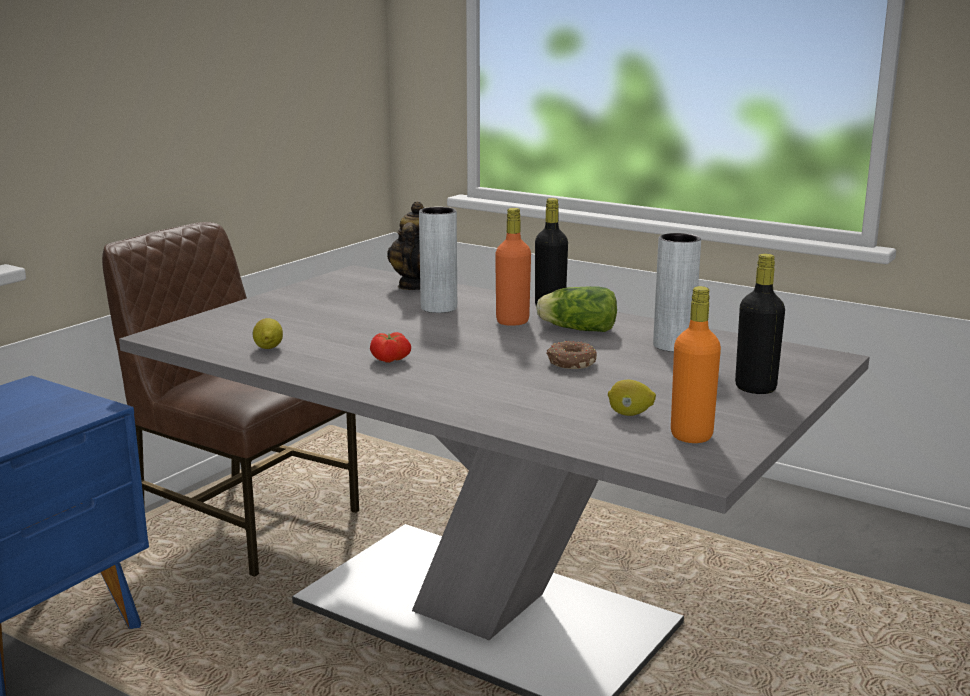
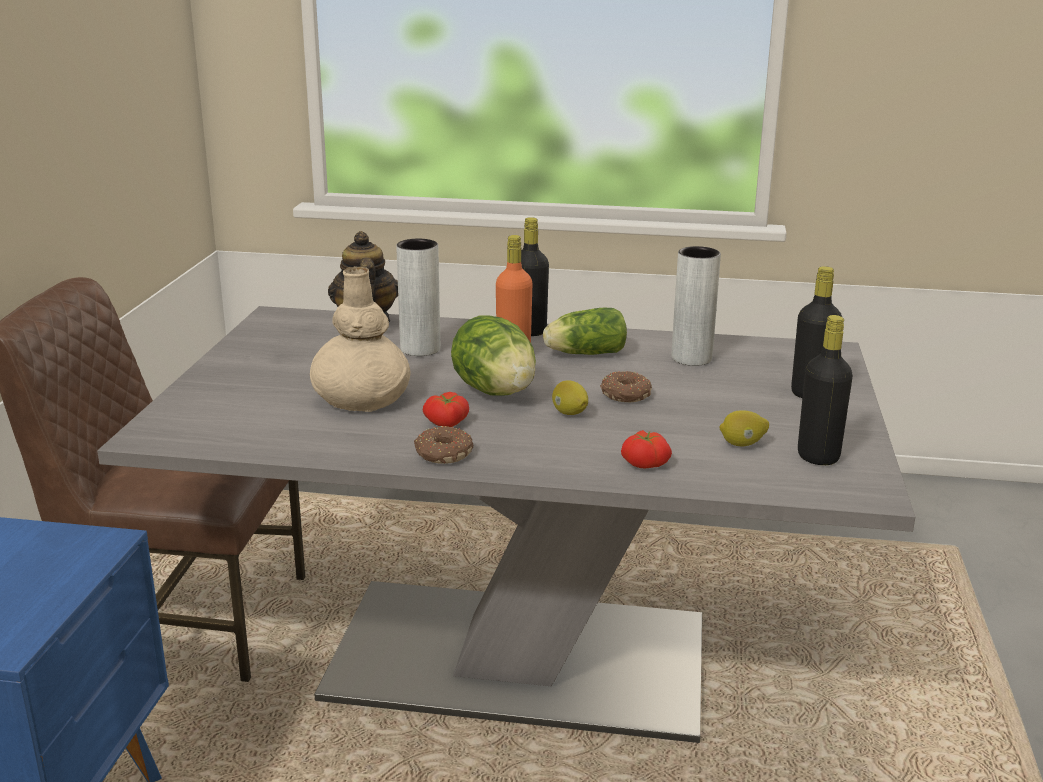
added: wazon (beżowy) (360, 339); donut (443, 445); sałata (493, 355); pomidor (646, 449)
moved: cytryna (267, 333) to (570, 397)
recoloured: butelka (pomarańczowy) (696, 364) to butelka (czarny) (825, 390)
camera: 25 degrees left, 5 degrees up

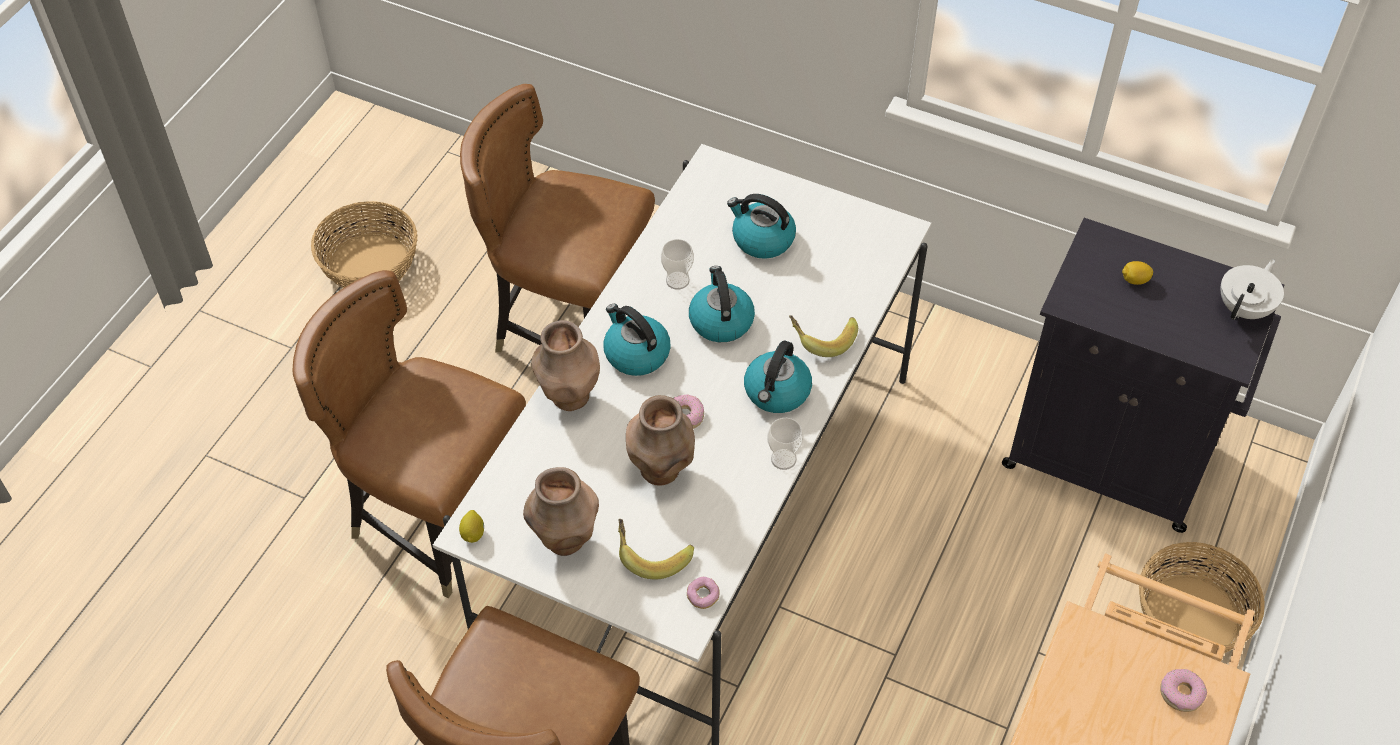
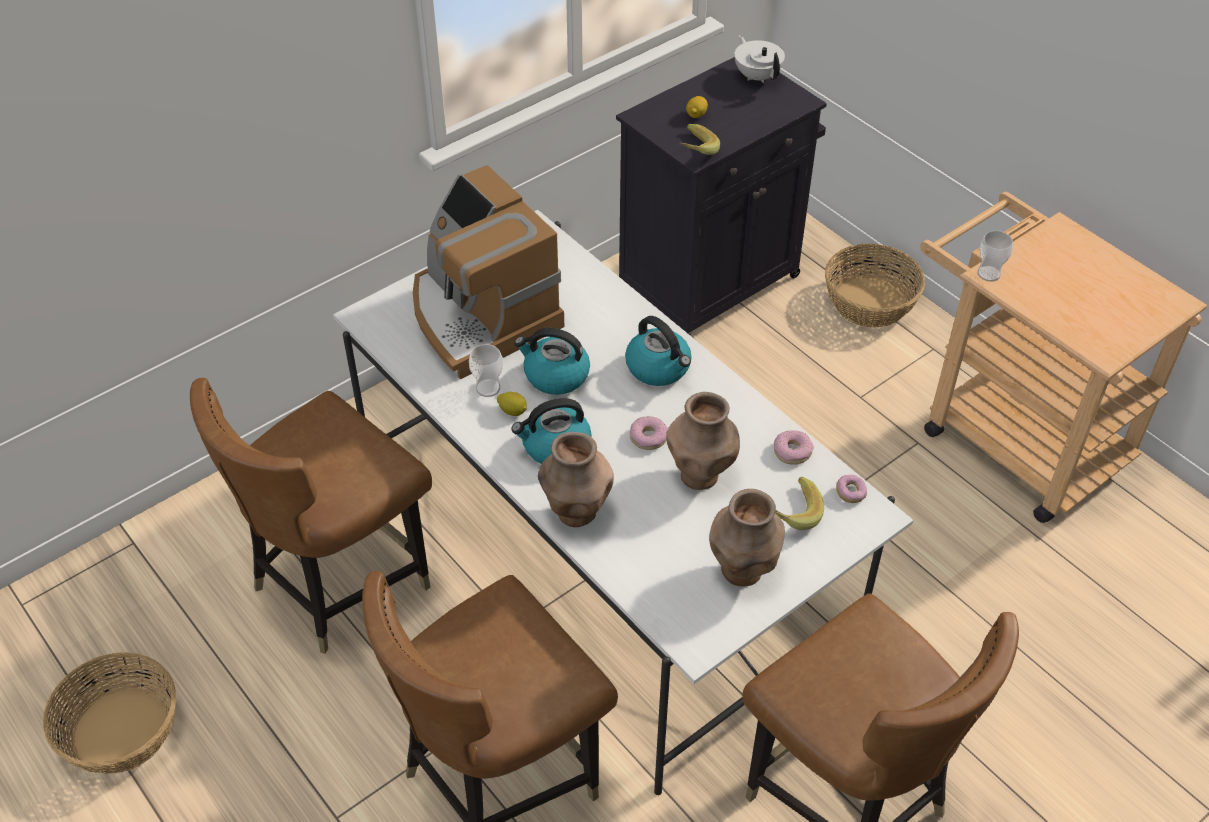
moved: cytryna (471, 526) to (512, 404); filiżanka (785, 444) to (995, 256); banan (823, 336) to (699, 139); donut (1183, 690) to (794, 447)
replaced: czajnik (761, 226) to ekspres do kawy (488, 272)
camera: 65 degrees left, 5 degrees down

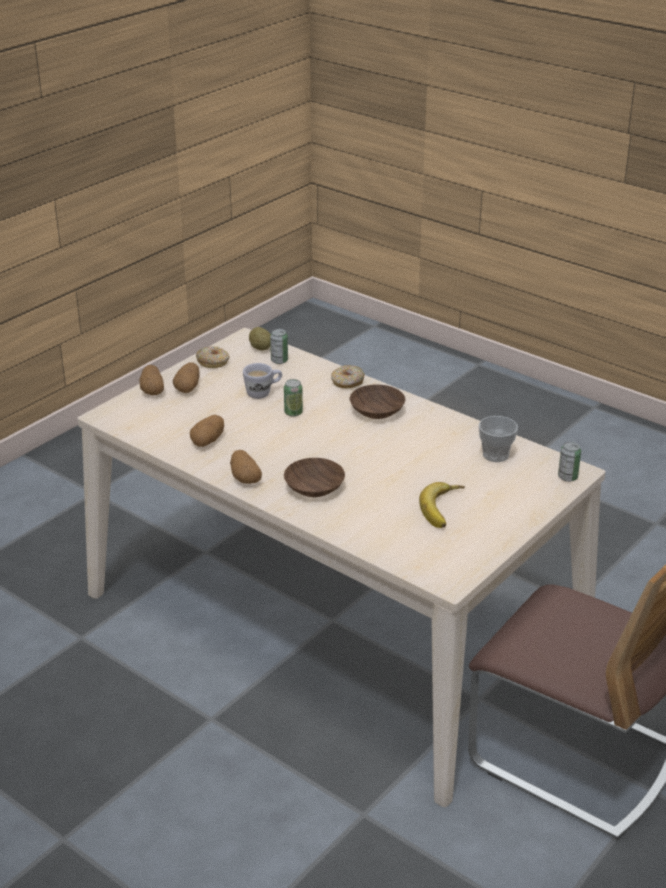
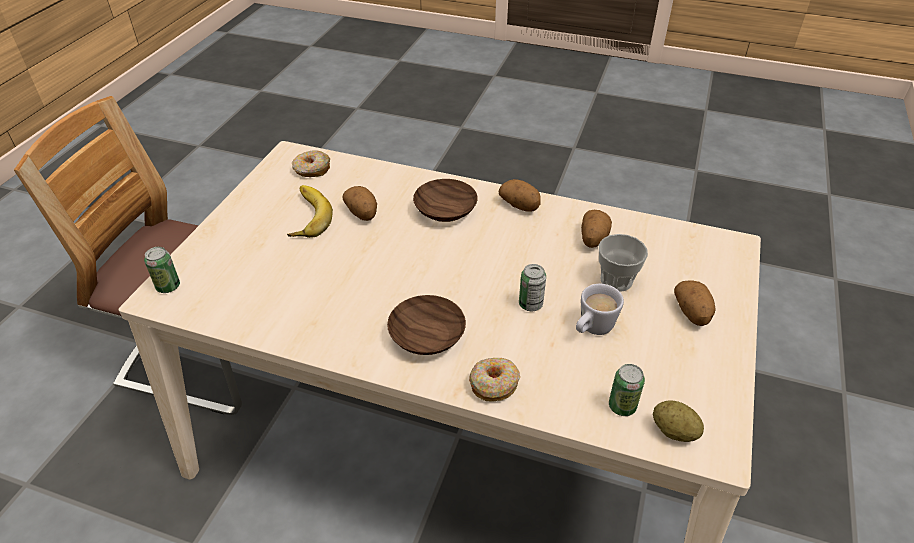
moved: ziemniak (151, 380) to (360, 203); donut (212, 357) to (311, 163); filiżanka (498, 439) to (623, 263)
camera: 160 degrees right, 10 degrees up

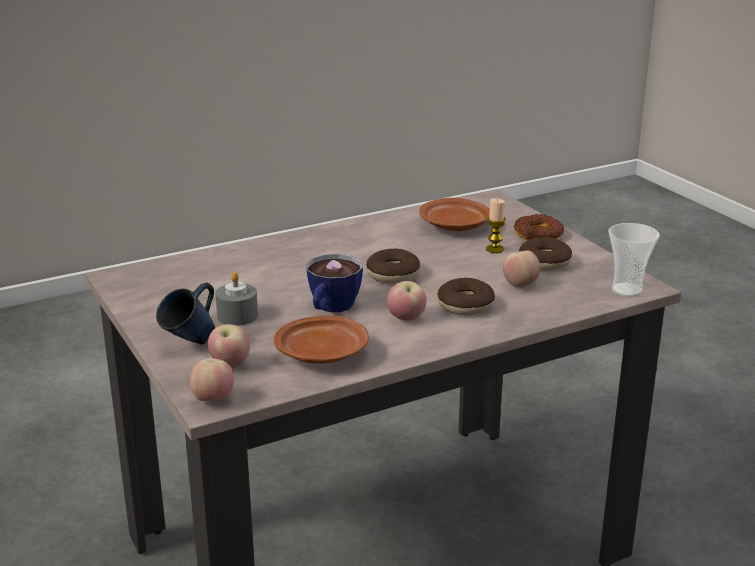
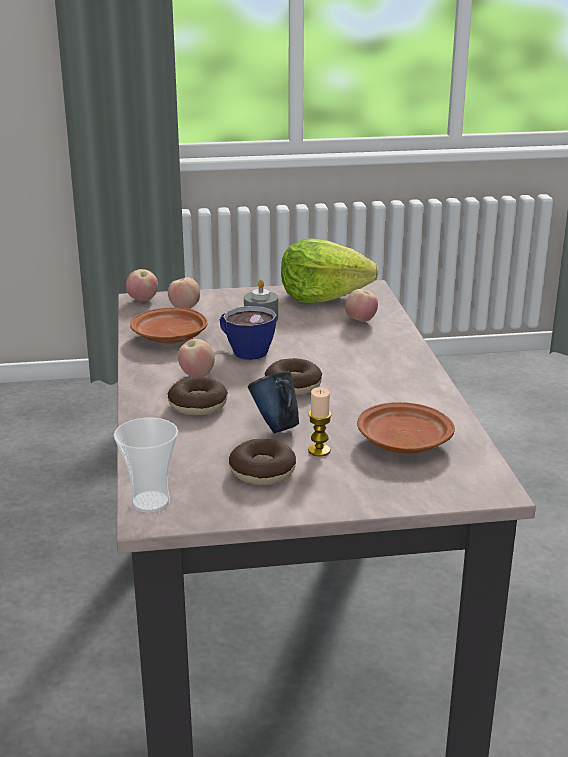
removed: donut (539, 227)
added: sałata (330, 271)
moved: kubek (niebieski) (185, 313) to (273, 402); jabłko (521, 269) to (361, 305)
camera: 110 degrees right, 0 degrees up

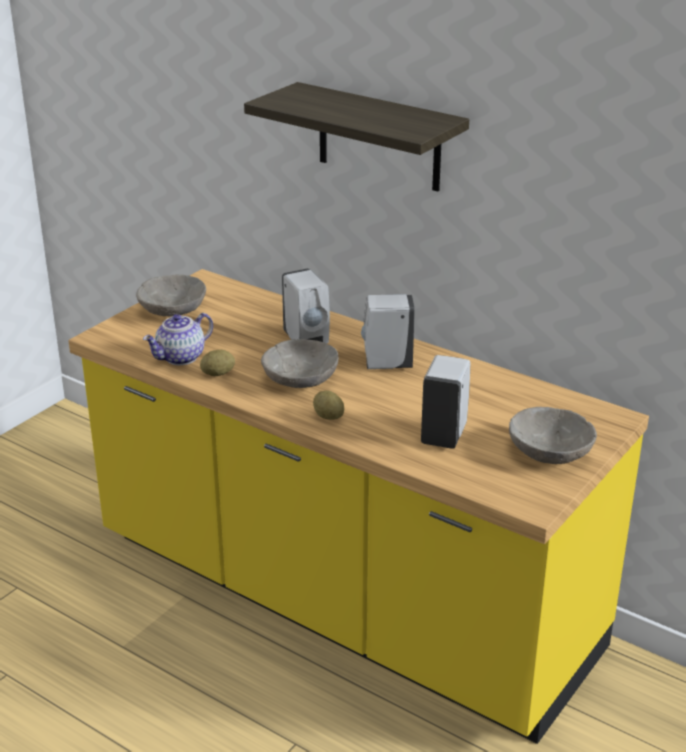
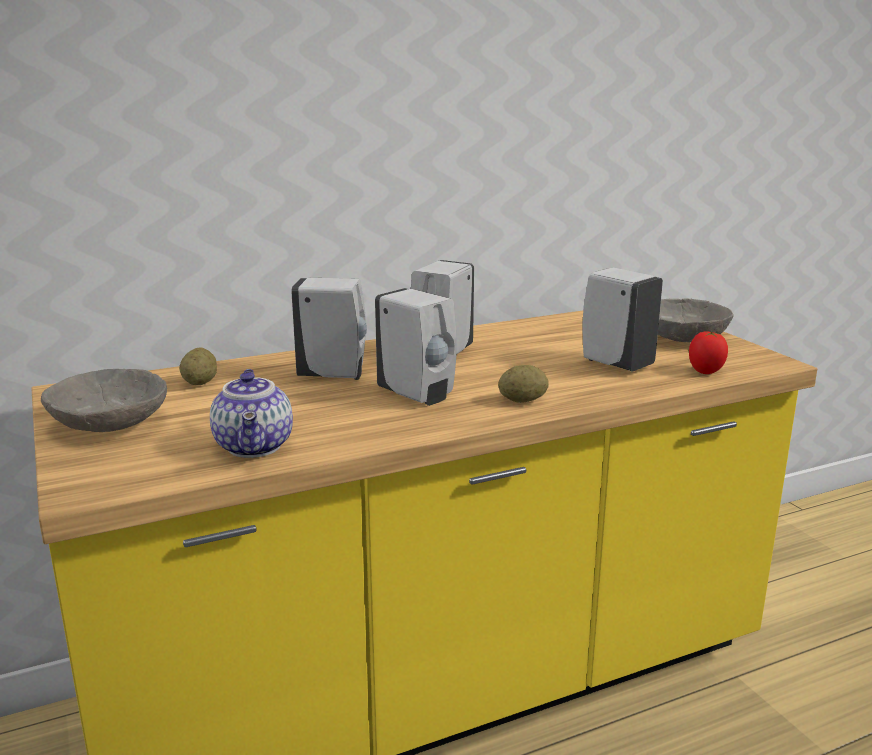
removed: półka (356, 136)
added: pomidor (708, 353)
moved: ziemniak (217, 363) to (198, 366)
replaced: miska (szary) (300, 363) to dozownik mydła (biały) (416, 347)
camera: 60 degrees left, 10 degrees down

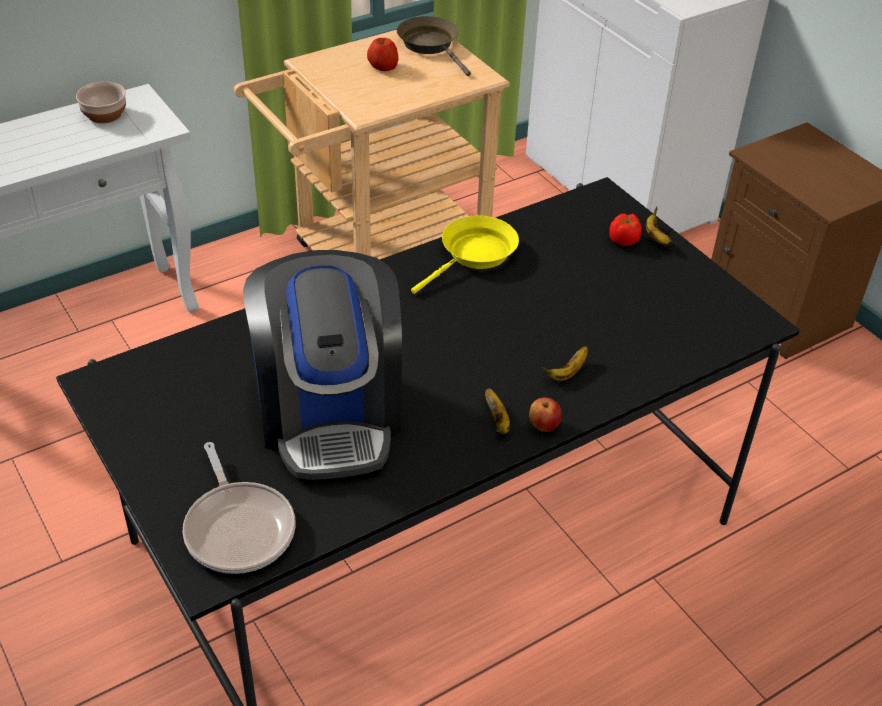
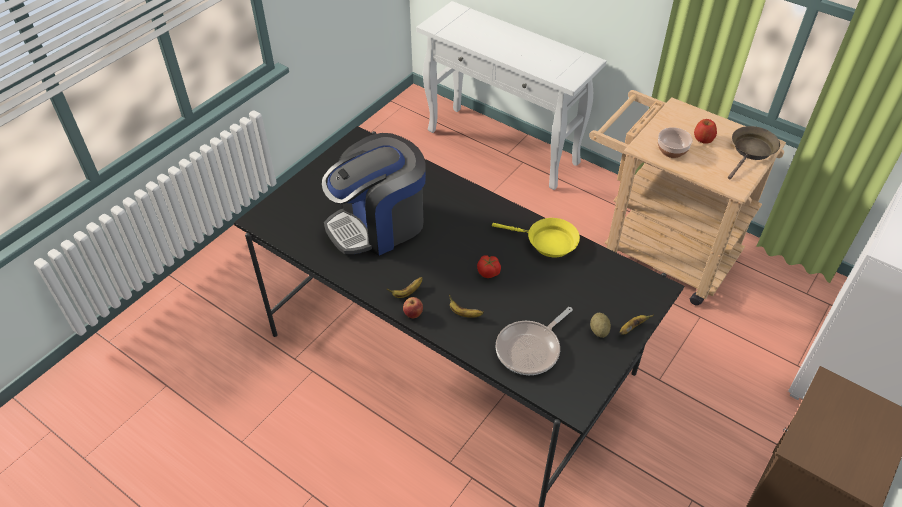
added: ziemniak (600, 325)
moved: miska (101, 102) to (675, 142); patelnia (239, 508) to (534, 341); pomidor (625, 229) to (489, 266)
camera: 70 degrees right, 5 degrees up

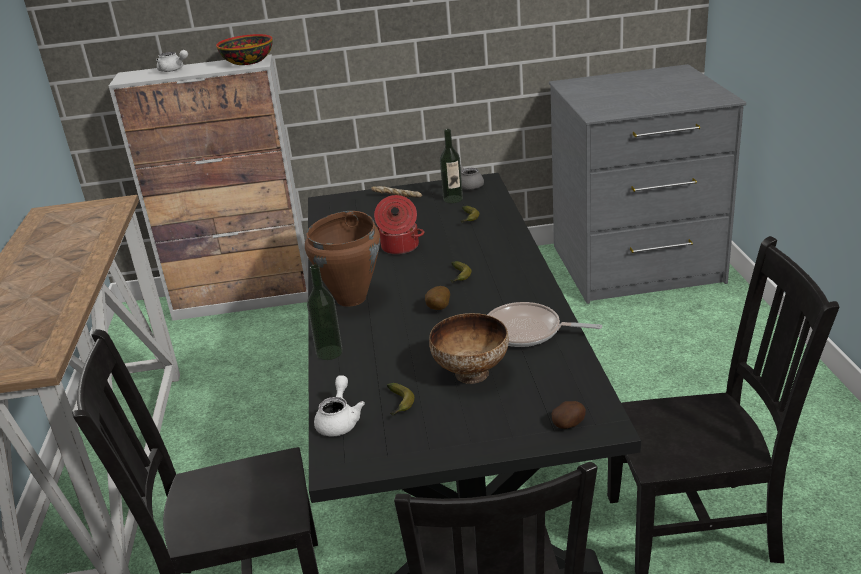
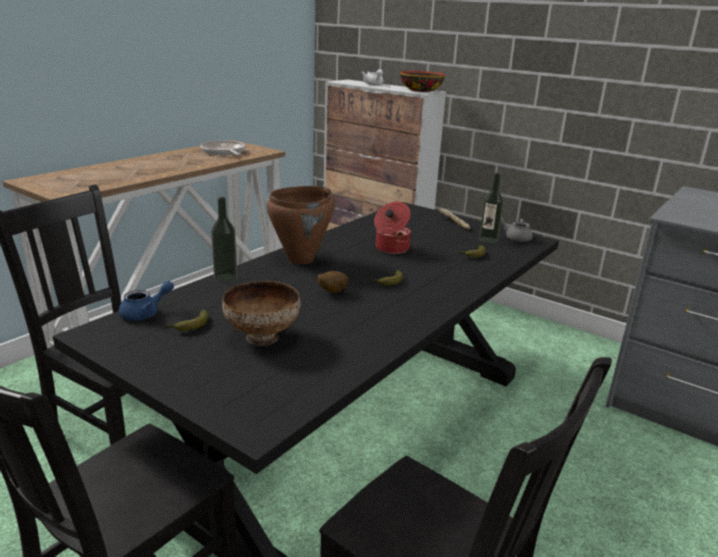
removed: ziemniak (569, 415)
moved: patelnia (544, 324) to (223, 148)
recoloured: imbryk (biały) (339, 406) to imbryk (niebieski) (146, 301)
camera: 40 degrees right, 5 degrees down

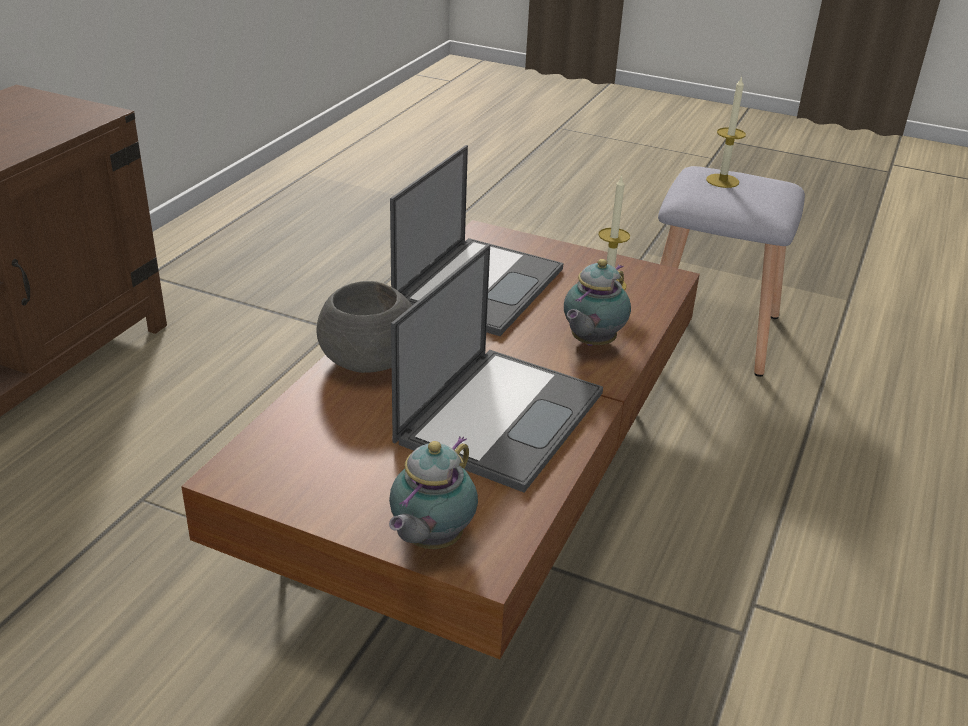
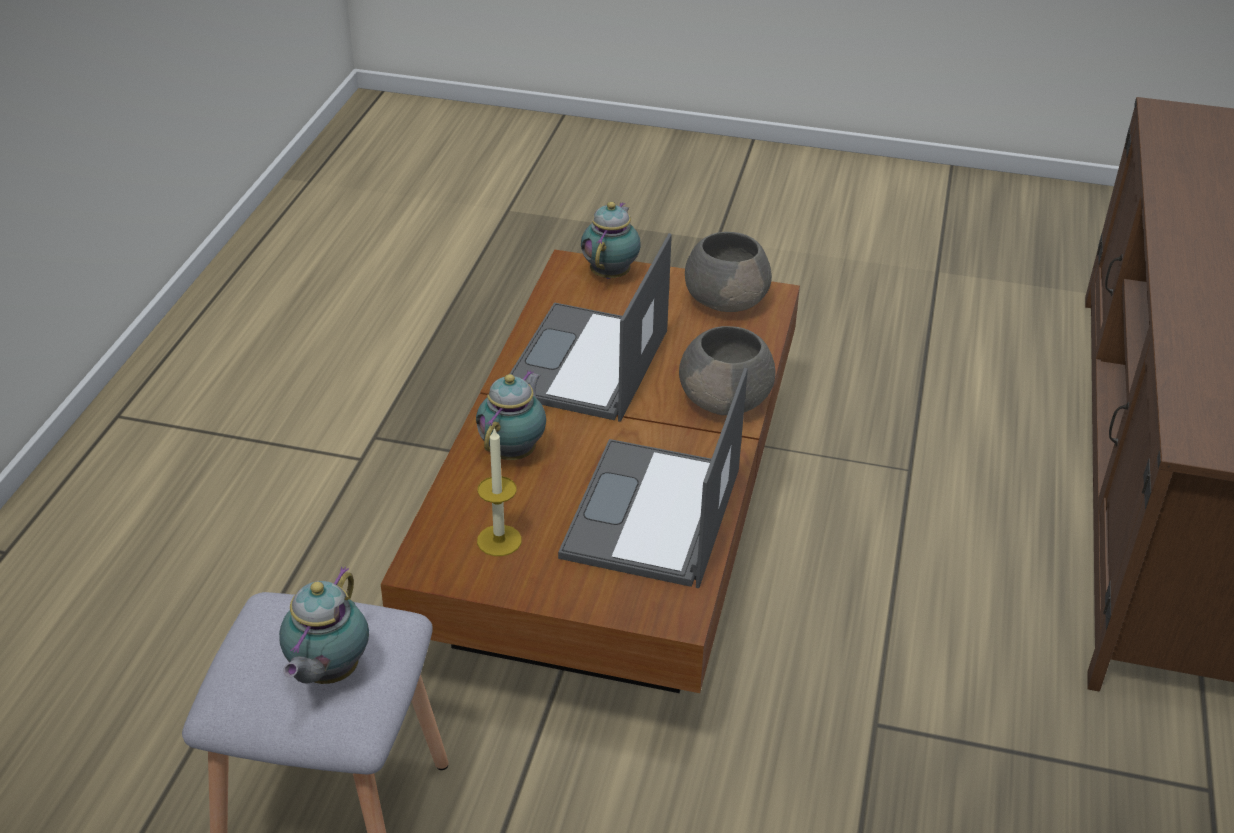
added: miska (szary) (728, 272)
replaced: świeca (726, 132) to imbryk (324, 625)
camera: 170 degrees right, 5 degrees up

